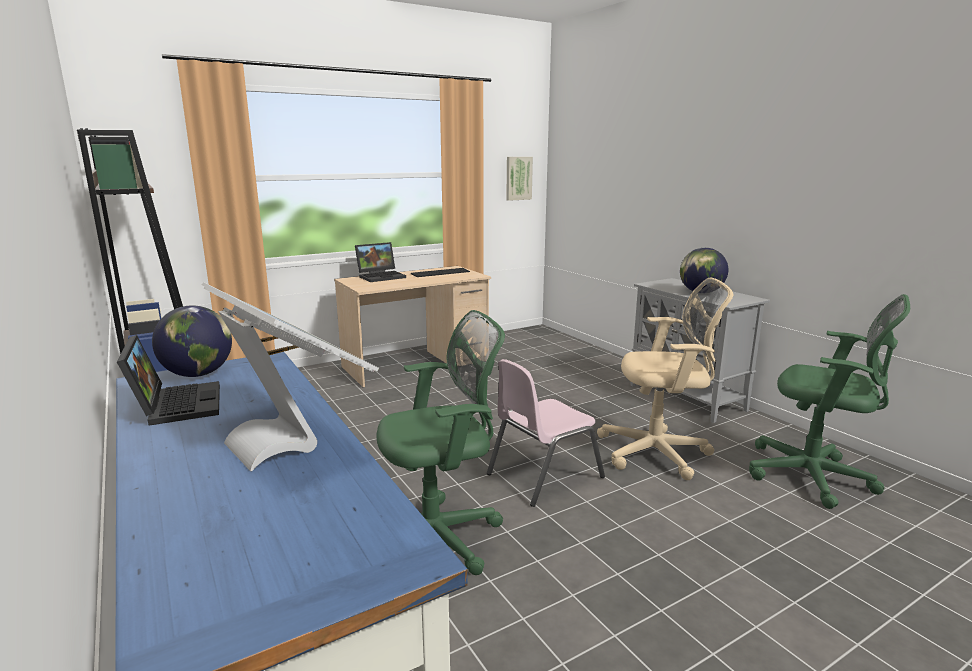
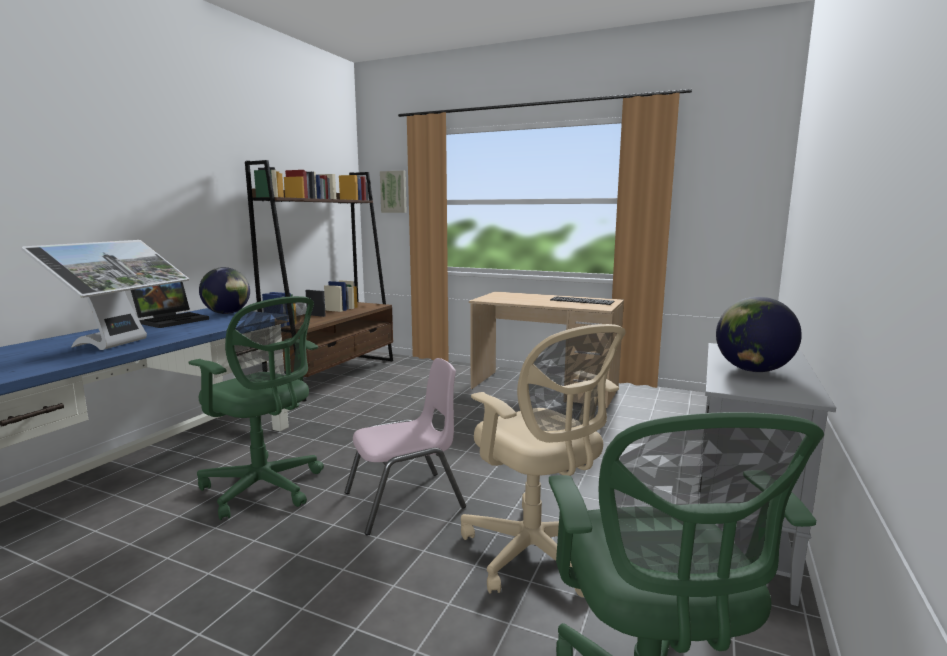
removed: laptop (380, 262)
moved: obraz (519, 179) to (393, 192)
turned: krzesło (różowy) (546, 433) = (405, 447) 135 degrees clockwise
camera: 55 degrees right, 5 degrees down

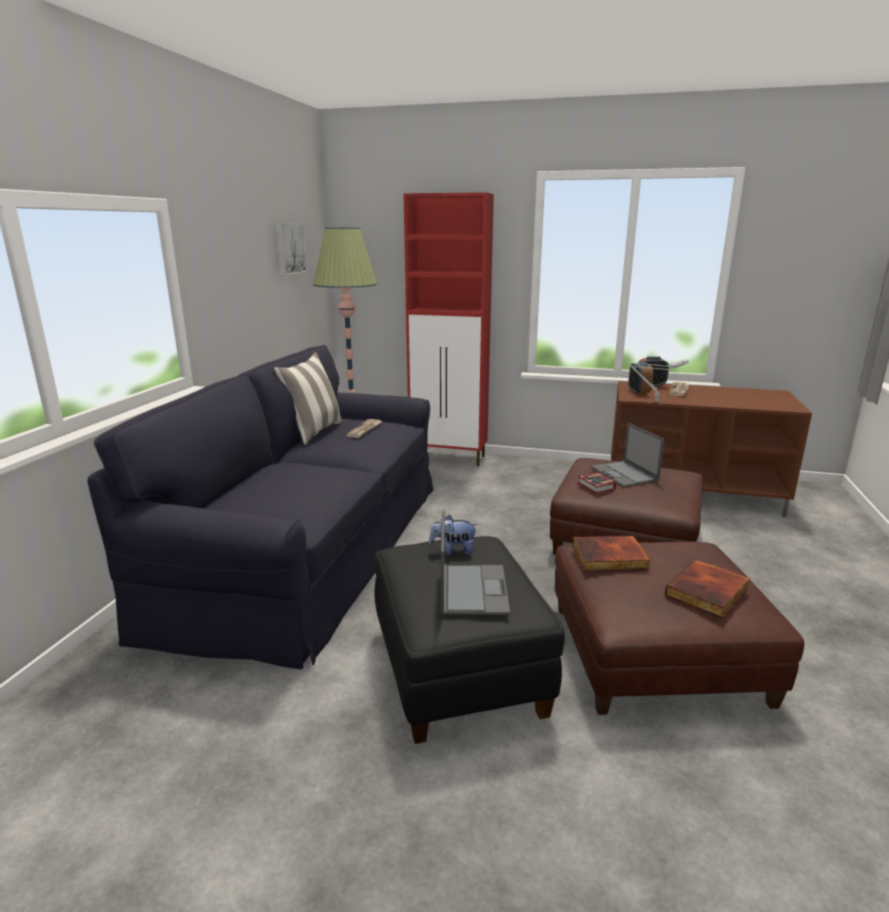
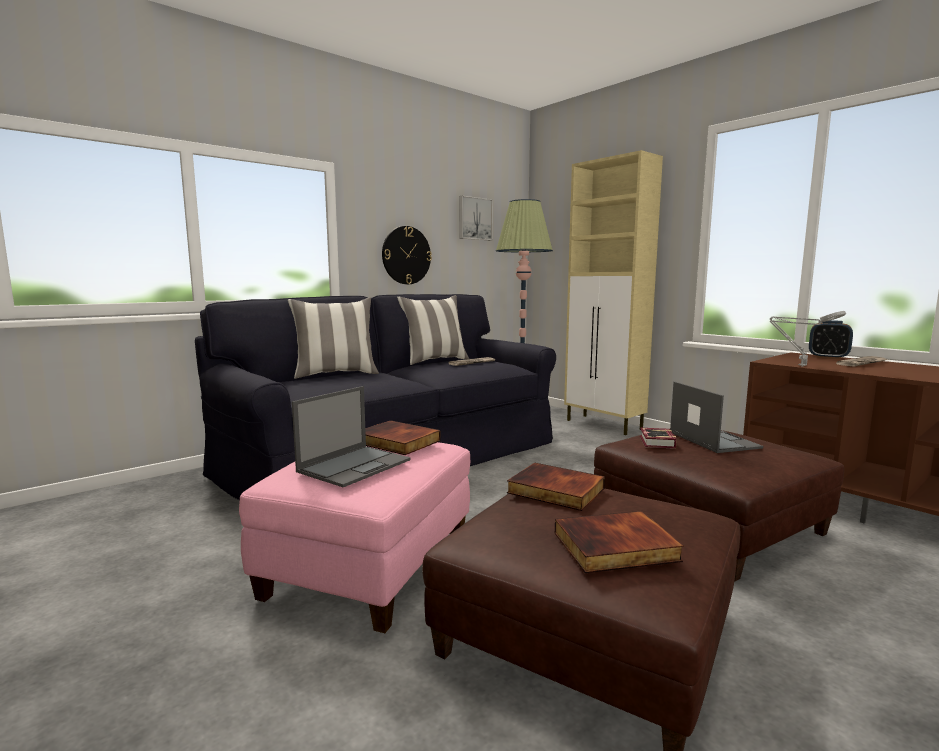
removed: budzik (640, 378)
added: poduszka (333, 338); zegar ścienny (407, 255)
replaced: pluszak (453, 535) to książka (403, 437)
recoloured: pufa (czarny) (469, 640) to pufa (różowy) (354, 537); szafka (czerwony) (448, 329) to szafka (beżowy) (613, 292)
turned: laptop (628, 455) = (716, 417) 150 degrees clockwise
camera: 35 degrees right, 10 degrees down

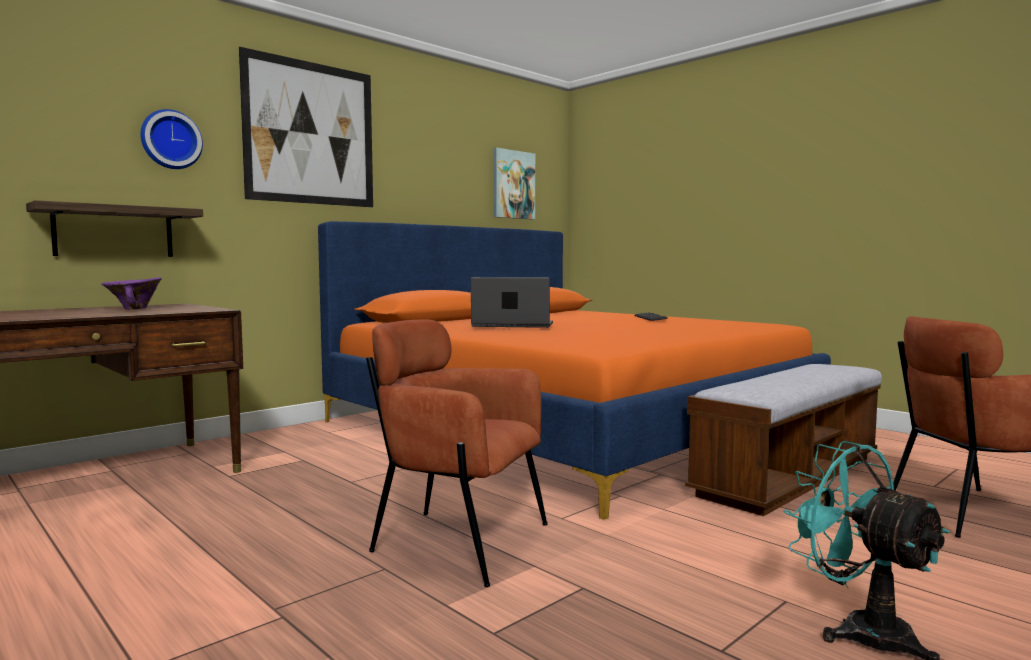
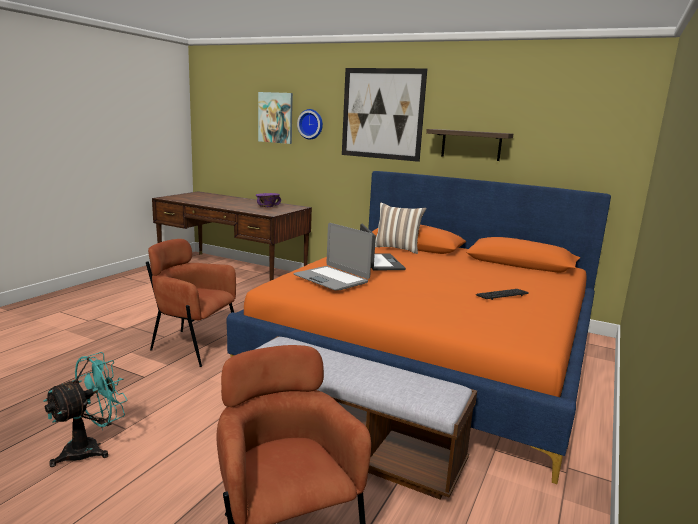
added: laptop (333, 256); poduszka (401, 228)
moved: półka (114, 228) to (469, 145); obraz (514, 183) to (275, 118)
turned: fotel (brązowy) (457, 453) = (191, 303) 75 degrees counterclockwise
camera: 70 degrees right, 10 degrees up

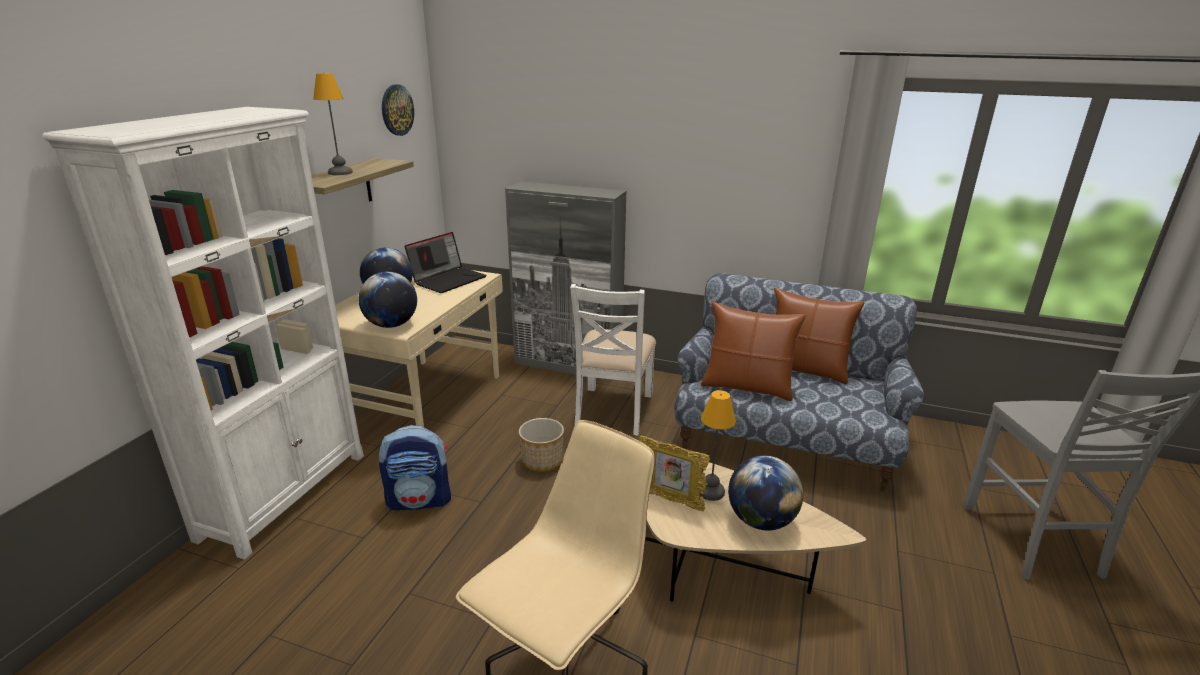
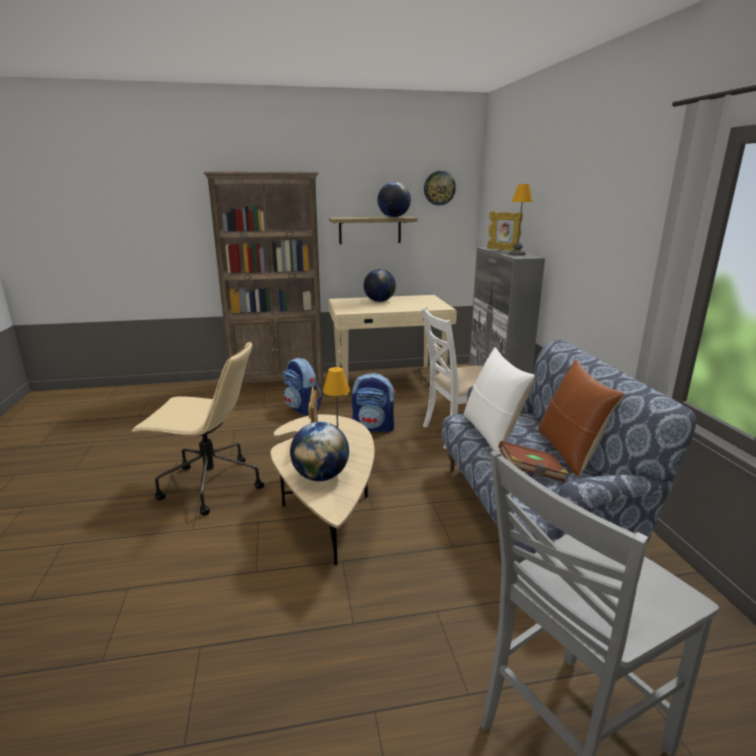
removed: laptop (446, 262)
added: ramka na zdjęcie (505, 230); książka (brązowy) (533, 461)
moved: lampa stołowa (333, 124) to (520, 220); globus (387, 300) to (394, 199)
replaced: donica (541, 445) to plecak (374, 402)
recoloured: regał (biały) (203, 333) to regał (brązowy) (263, 278); poduszka (brązowy) (753, 351) to poduszka (biały) (499, 399)
camera: 60 degrees right, 5 degrees down

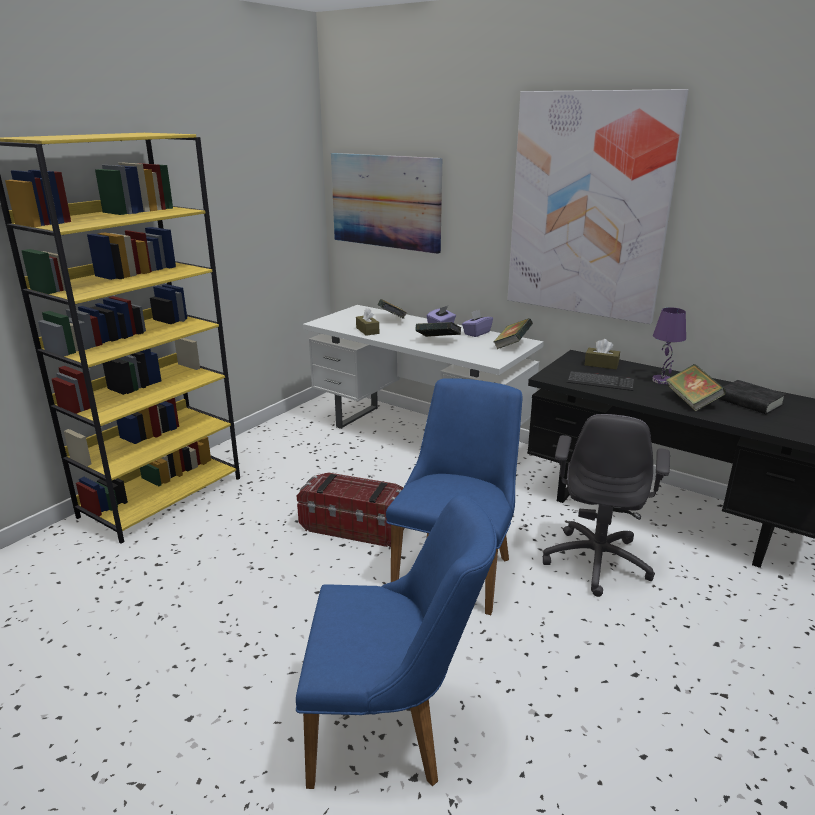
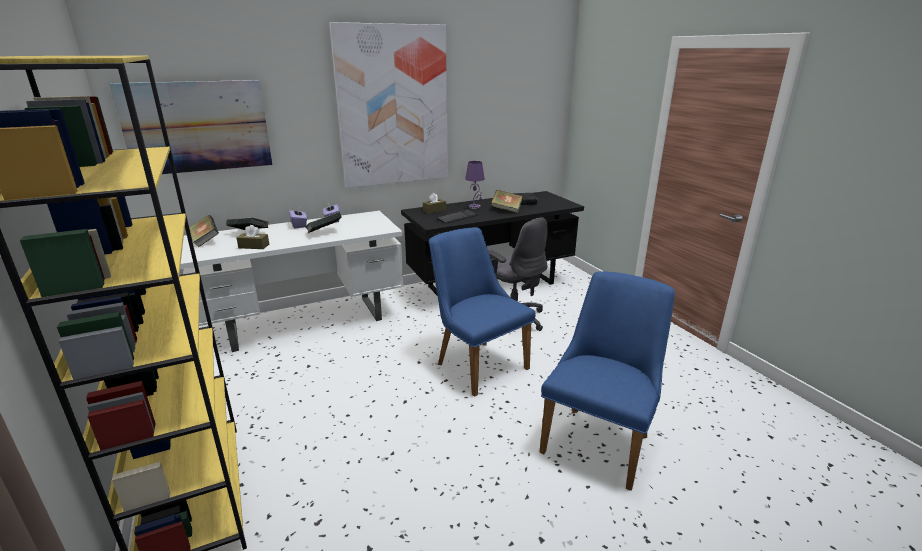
removed: pojemnik do przechowywania (350, 510)
moved: książka (513, 333) to (204, 231)
camera: 60 degrees left, 0 degrees up

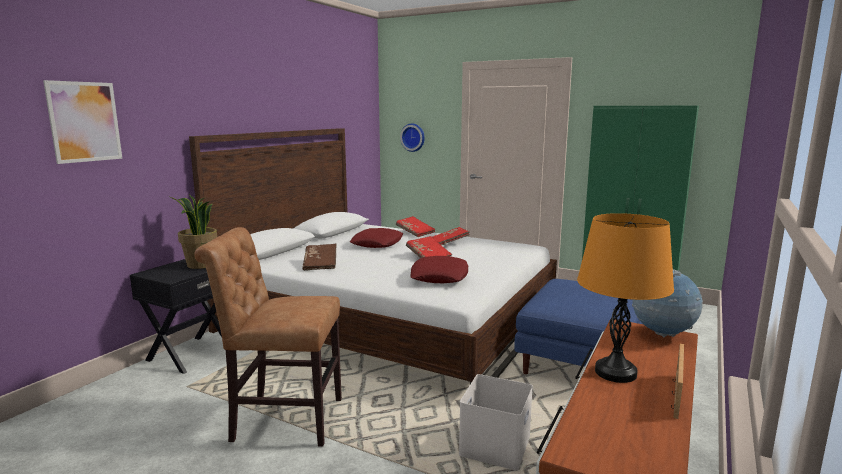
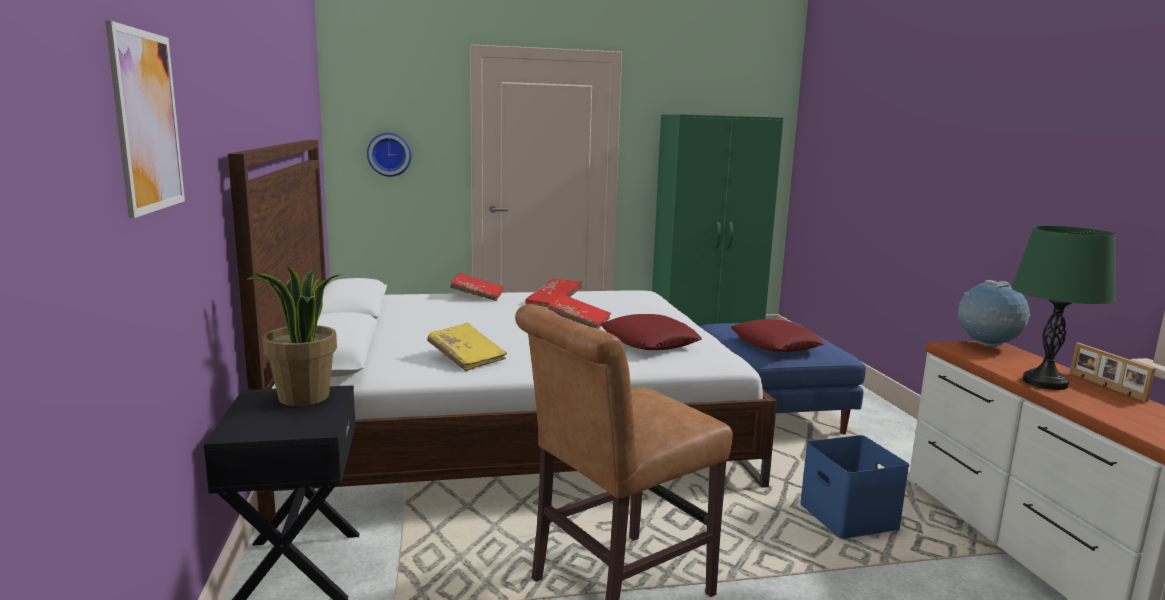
moved: poduszka (czerwony) (376, 238) to (778, 335)
recoloured: książka (brązowy) (319, 257) to książka (żółty) (467, 347); pojemnik do przechowywania (biały) (496, 422) to pojemnik do przechowywania (niebieski) (854, 487); lampa stołowa (pomarańczowy) (625, 298) to lampa stołowa (zielony) (1063, 308)
camera: 40 degrees left, 0 degrees up

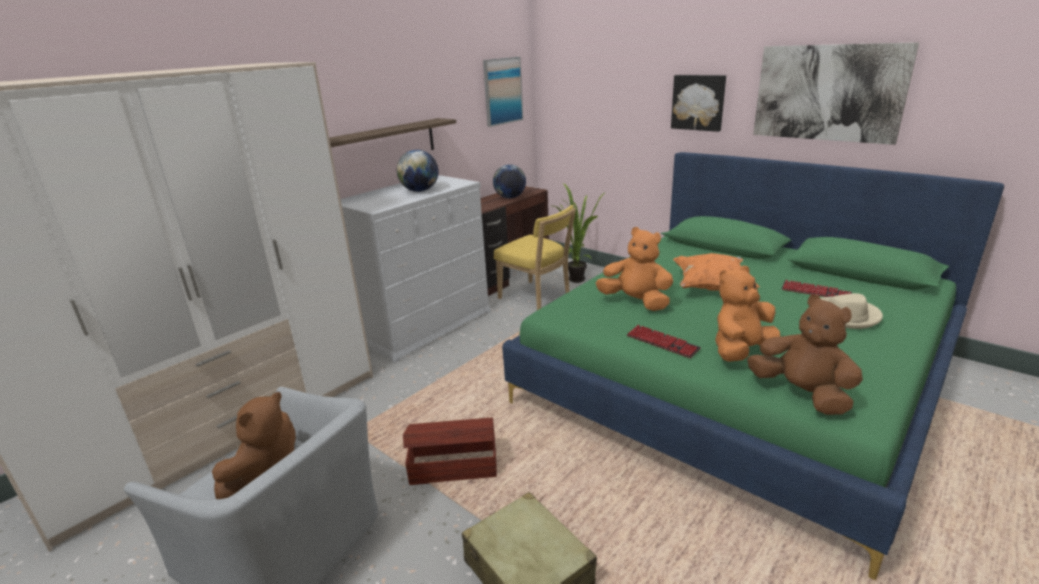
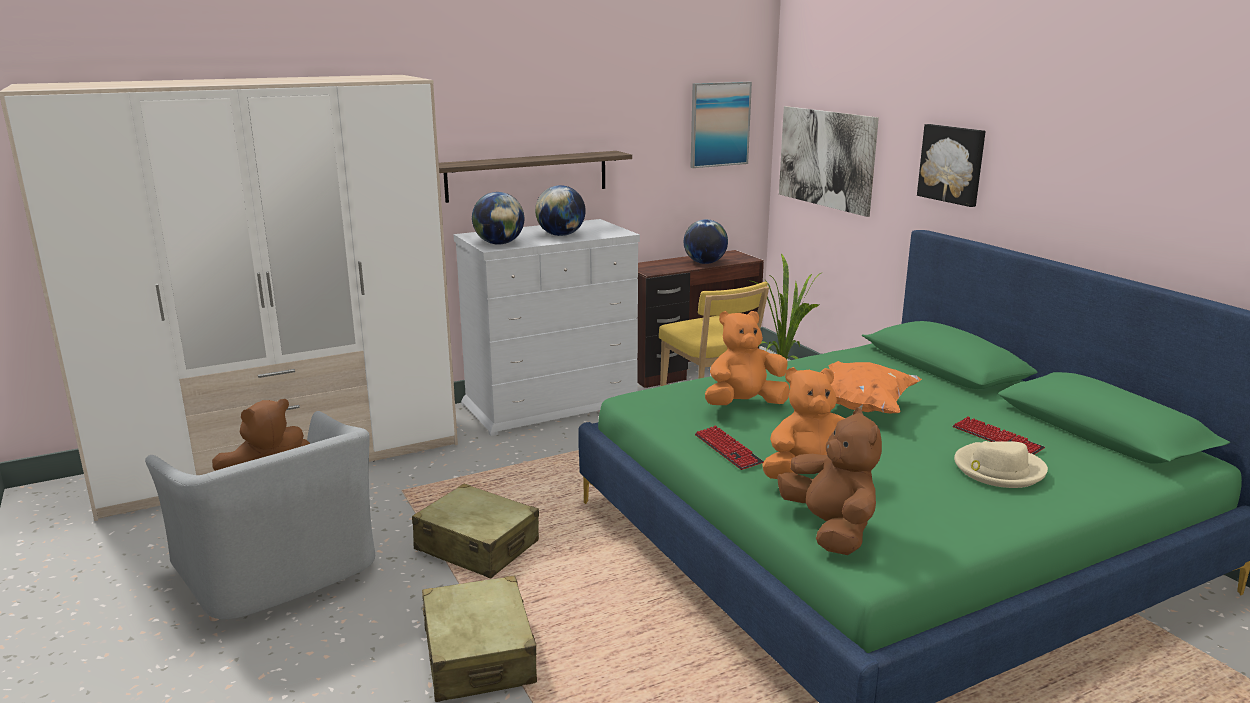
added: globus (498, 218)
moved: obraz (836, 93) to (829, 161)
replaced: pojemnik do przechowywania (brązowy) (450, 451) to walizka (beżowy) (475, 531)
turned: pluszak (pomarańczowy) (634, 269) = (747, 358) 75 degrees counterclockwise
camera: 20 degrees right, 5 degrees down

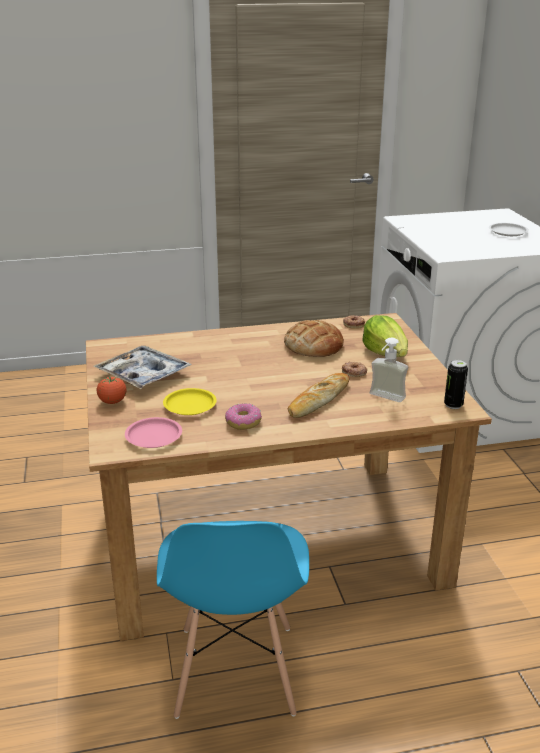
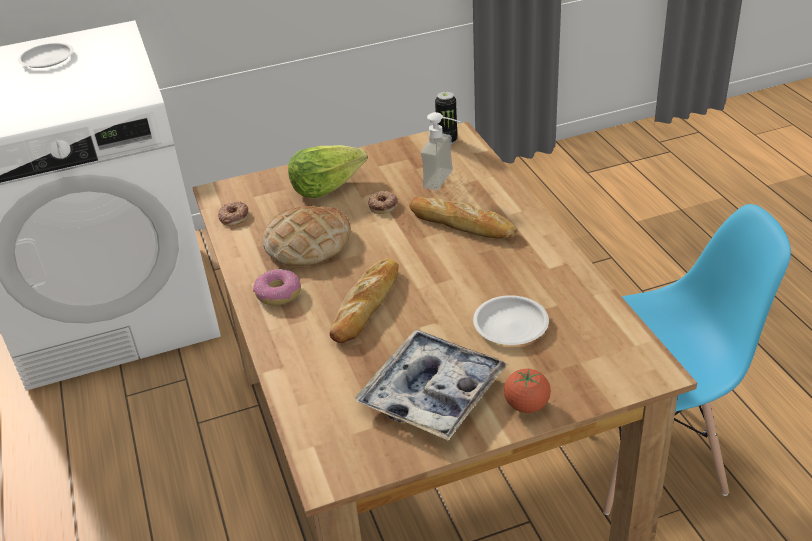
removed: talerz (różowy) (153, 432)
added: chleb (364, 300)
moved: donut (243, 416) to (277, 287)
recoloured: talerz (żółty) (190, 401) to talerz (biały) (511, 320)
camera: 95 degrees left, 10 degrees up

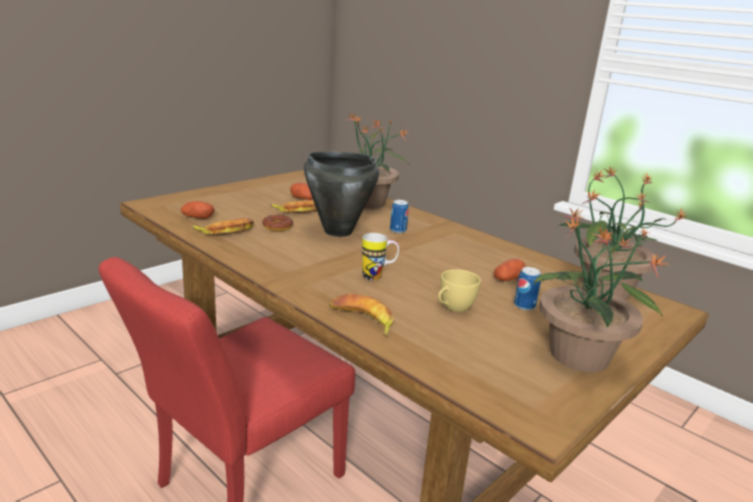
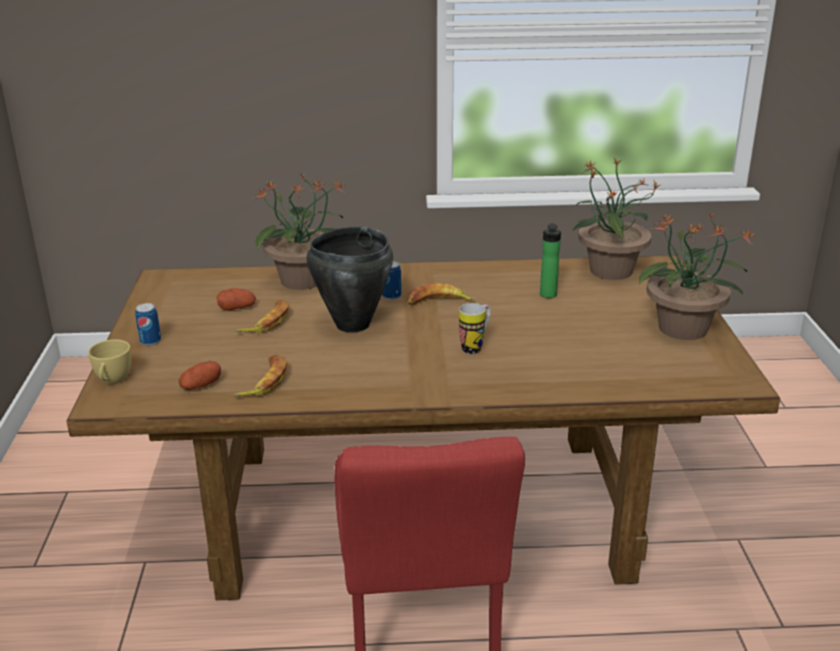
removed: donut (277, 222)
moved: banan (361, 315) to (441, 294); filiżanka (żółty) (459, 290) to (109, 361); puszka (527, 288) to (148, 324)
replaced: ziemniak (510, 270) to butelka (550, 260)
camera: 45 degrees left, 5 degrees up

